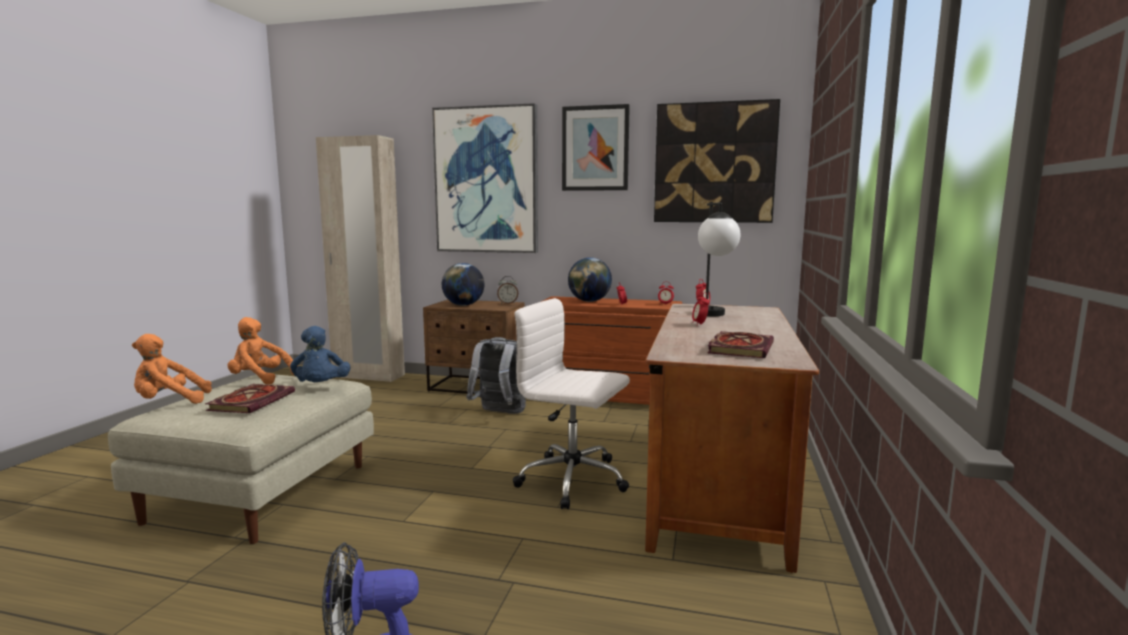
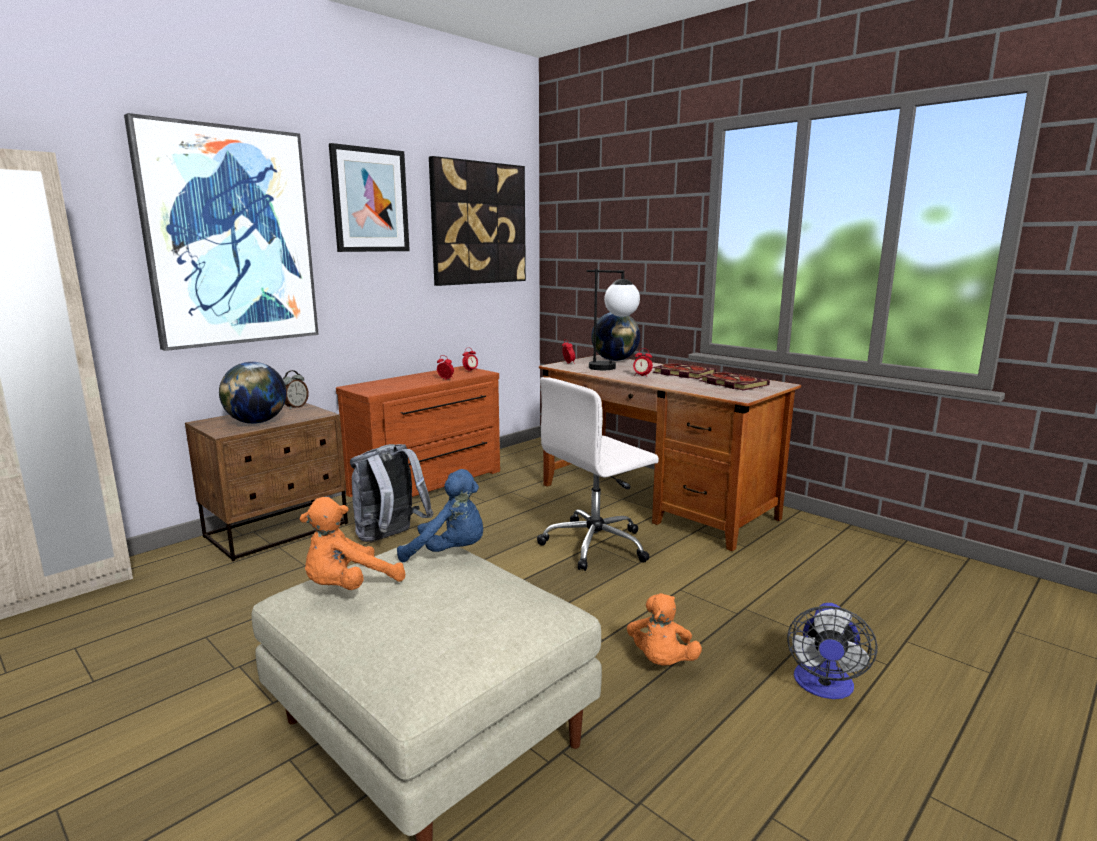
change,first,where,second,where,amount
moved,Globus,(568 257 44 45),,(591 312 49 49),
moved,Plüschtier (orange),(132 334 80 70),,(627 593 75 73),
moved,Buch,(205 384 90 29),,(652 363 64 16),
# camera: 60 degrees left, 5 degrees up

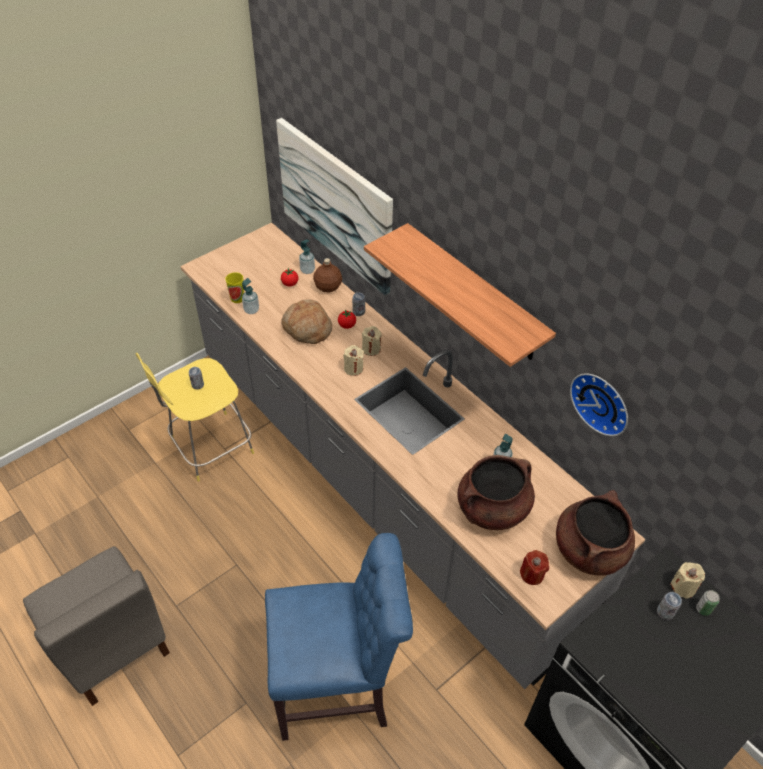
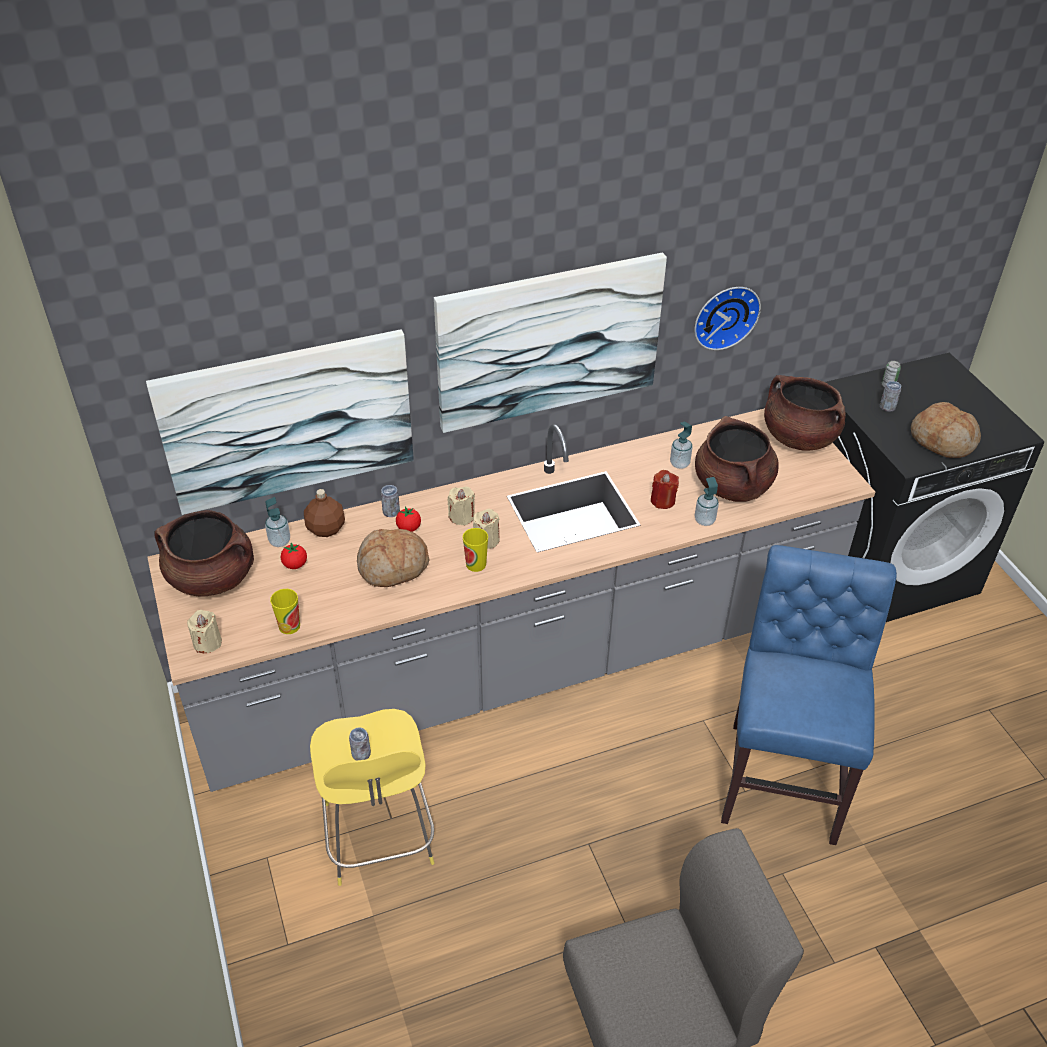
change,first,where,second,where,amount
replaced,Wandregal,(364 223 192 144),Bild,(434 252 233 181),
moved,Seifenspender,(242 278 17 36),,(695 477 24 49),
moved,Kerze (rot),(520 550 29 35),,(651 470 28 39),
moved,Kerze (beige),(670 562 35 37),,(187 610 35 43),
added,,,Brot,(911 402 70 56),
added,,,Kochtopf (braun),(154 510 100 87),
added,,,Tasse,(463 528 25 44),
# camera: 70 degrees left, 5 degrees down

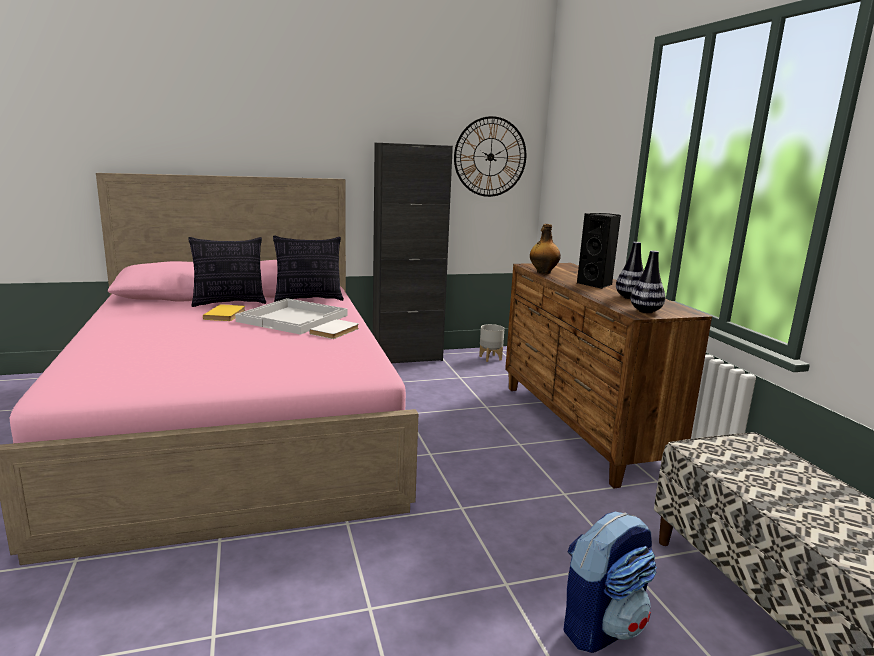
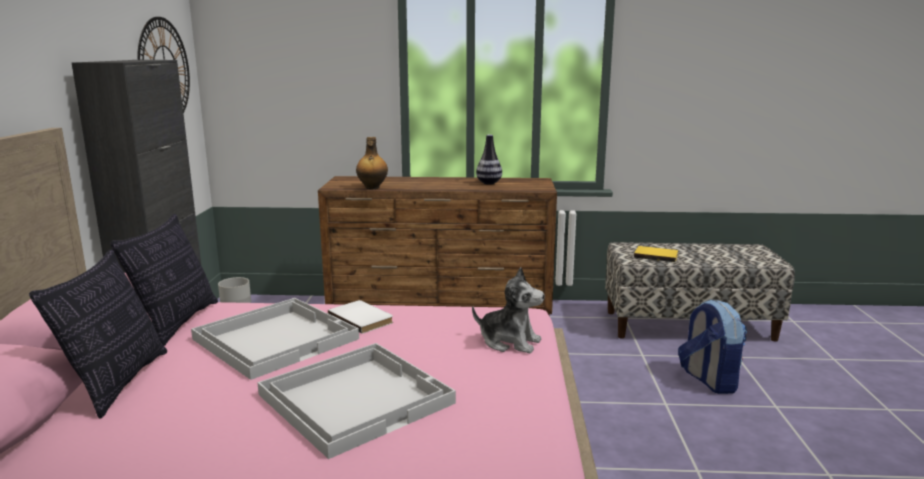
change,first,where,second,where,amount
removed,Lautsprecher (schwarz),(577 213 44 76),,,
removed,Vase,(631 250 34 63),,,
moved,Buch (gelb),(203 304 42 17),,(634 246 44 16),
added,,,Plüschtier,(472 267 73 86),
added,,,Tablett (weiß),(257 343 199 116),
# camera: 70 degrees left, 0 degrees up

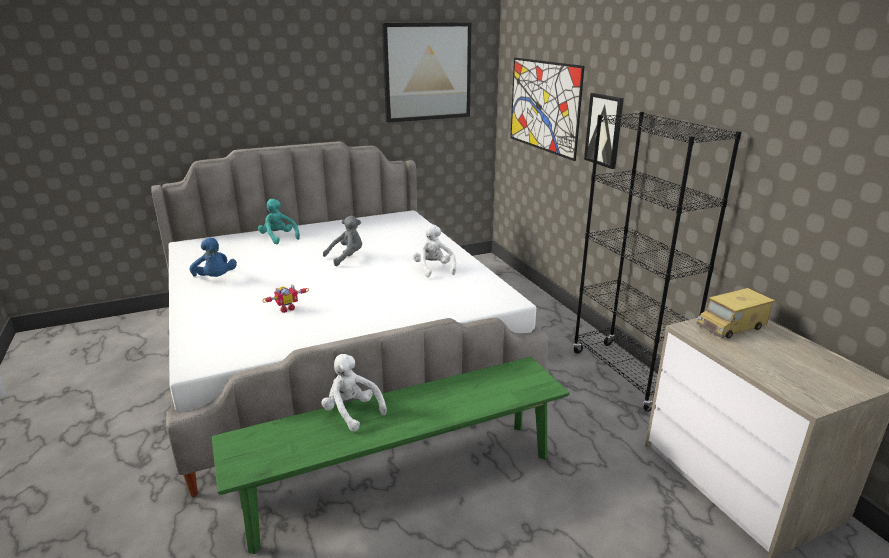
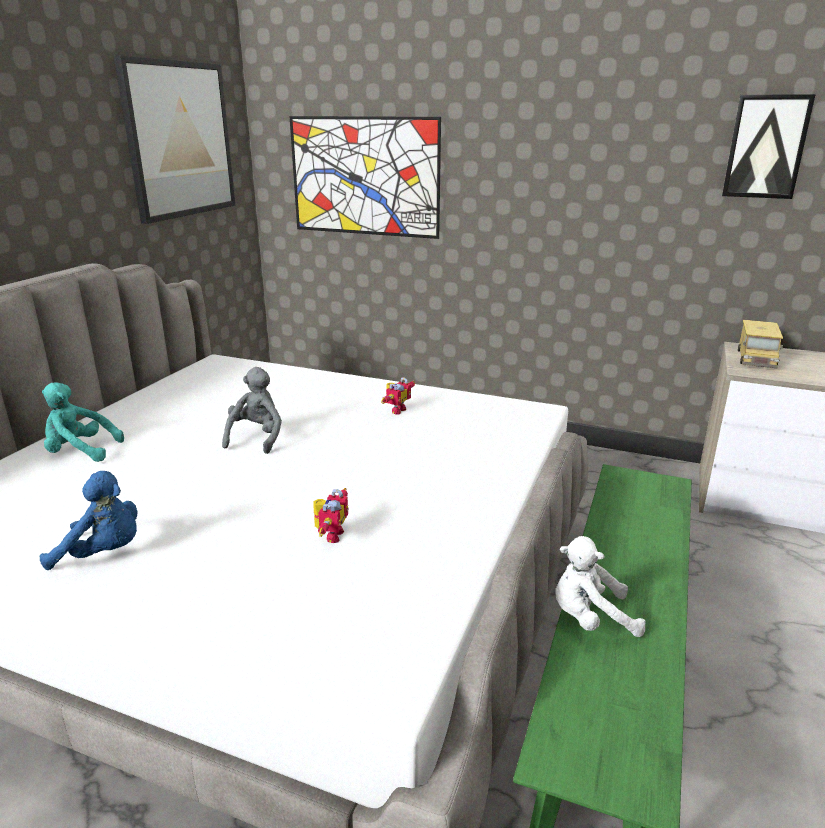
change,first,where,second,where,amount
moved,Bild,(584 93 40 76),,(722 94 94 105),
removed,Bücherregal (schwarz),(573 112 169 300),,,
replaced,Plüschtier (weiß),(413 224 43 53),Spielzeugroboter,(381 377 34 37),
# camera: 45 degrees left, 0 degrees up

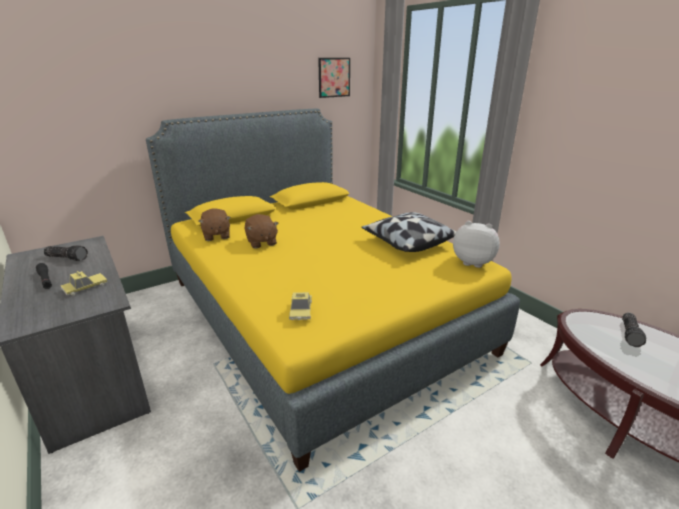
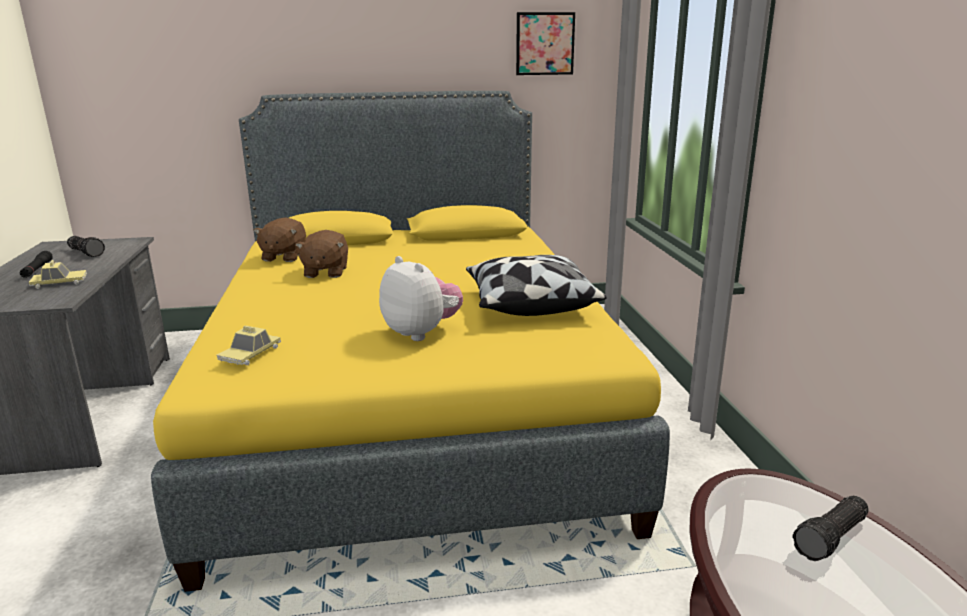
change,first,where,second,where,amount
moved,Plüschtier,(453 221 47 47),,(379 256 84 85),
# camera: 25 degrees right, 5 degrees down

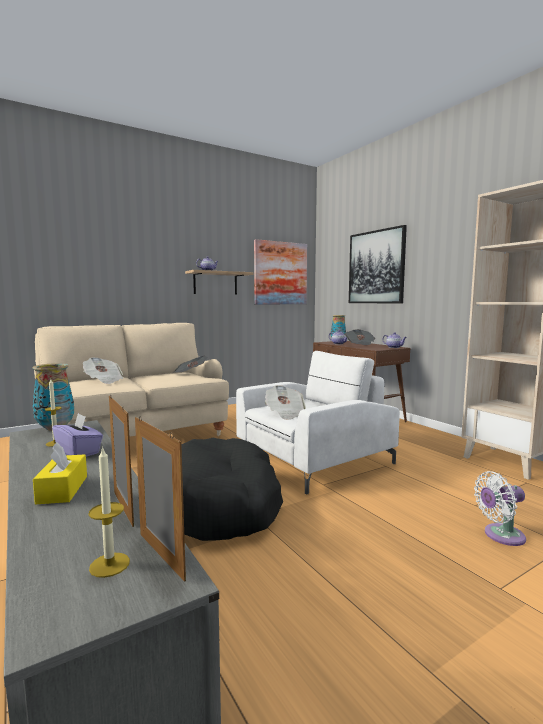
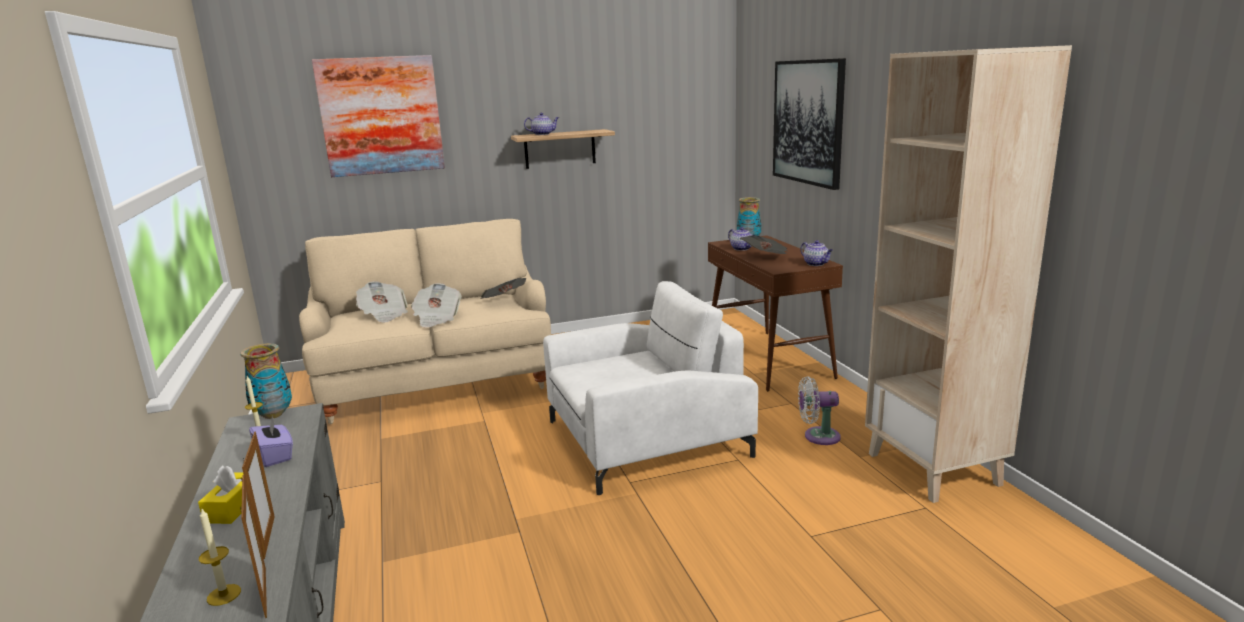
change,first,where,second,where,amount
moved,Bild,(254 239 53 65),,(312 55 133 122),
moved,Zeitung,(265 385 41 35),,(411 283 51 45),
removed,Hundebett (schwarz),(181 438 102 103),,,
moved,Ventilator (weiß),(474 471 52 75),,(798 376 43 69),
# camera: 15 degrees right, 10 degrees up

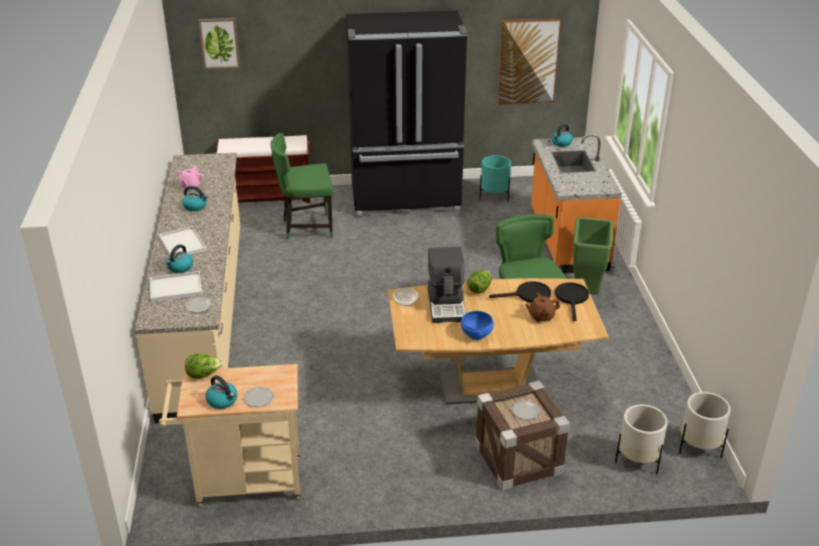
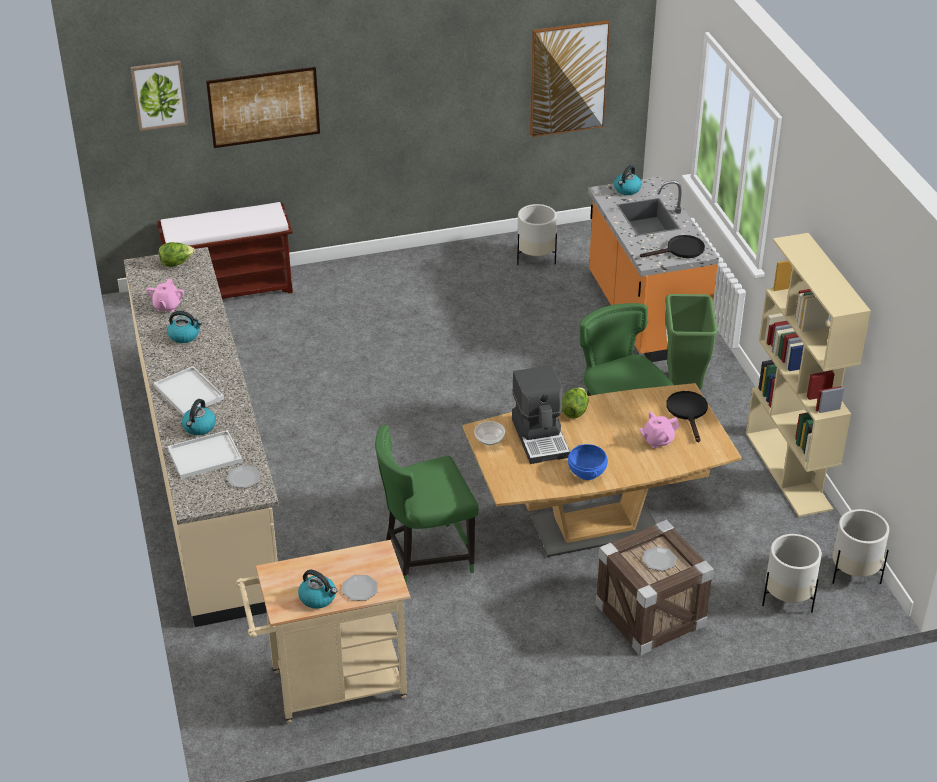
change,first,where,second,where,amount
removed,Kühlschrank (schwarz),(346 10 121 207),,,
moved,Stuhl (grün),(270 133 63 107),,(375 425 104 159),
recoloured,Pflanzkübel (türkis),(480 155 31 47),Pflanzkübel (weiß),(517 204 40 61),
moved,Pfanne (schwarz),(489 282 62 21),,(640 235 65 23),
recoloured,Teekanne (braun),(525 293 35 29),Teekanne (rosa),(639 412 40 36),
moved,Salatkopf,(185 353 38 26),,(159 242 36 25),
added,,,Bild,(206 67 114 81),
added,,,Bücherregal (beige),(746 233 125 284),
# camera: 10 degrees left, 5 degrees up

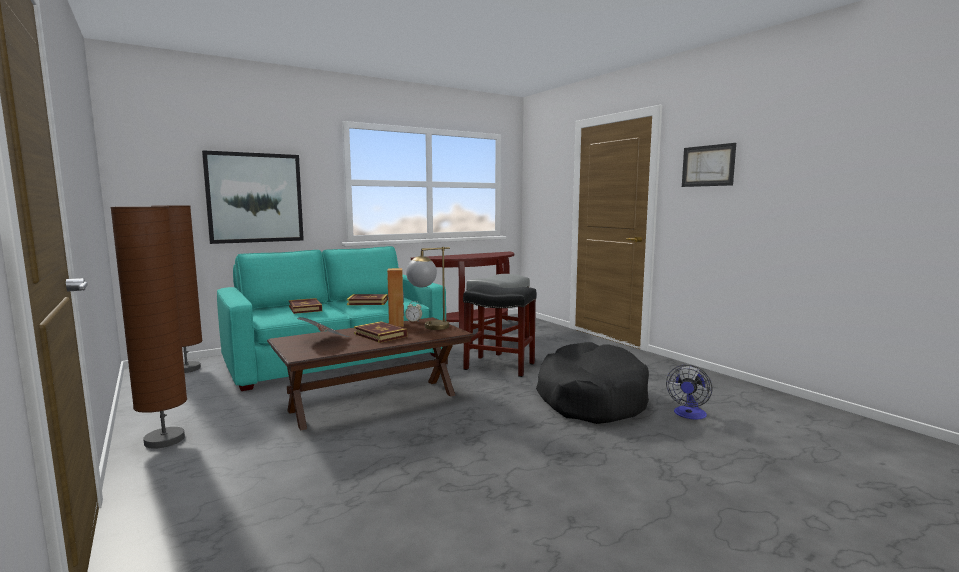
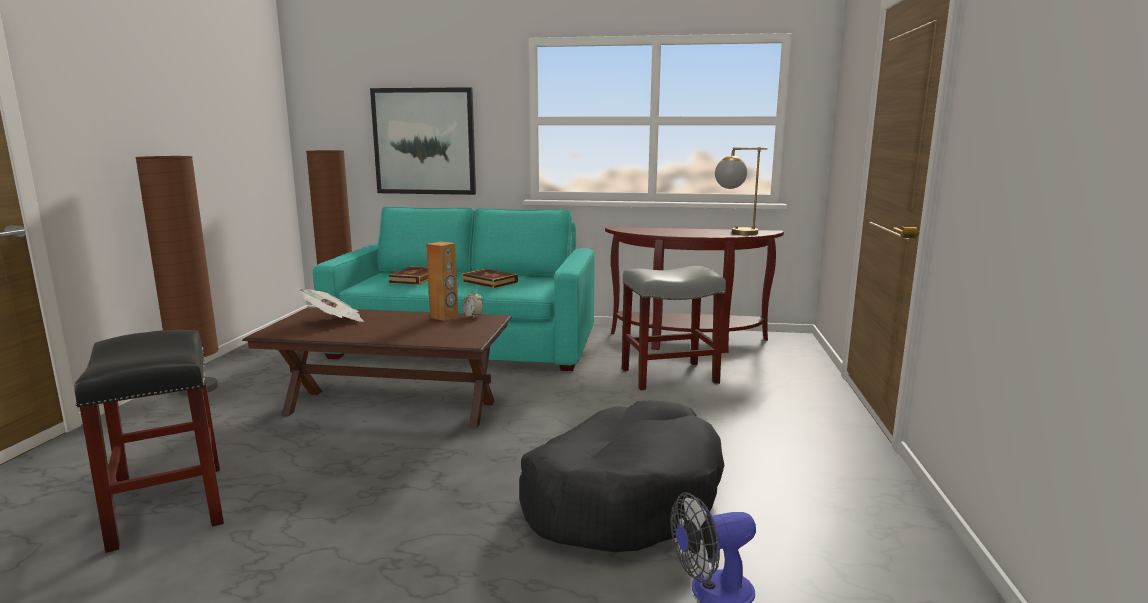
change,first,where,second,where,amount
removed,Bild,(682 143 54 44),,,
moved,Tischlampe,(406 247 44 83),,(715 147 53 88),
moved,Hocker (schwarz),(463 285 74 92),,(75 330 149 223),
removed,Buch,(354 321 53 22),,,
# camera: 40 degrees right, 5 degrees up

